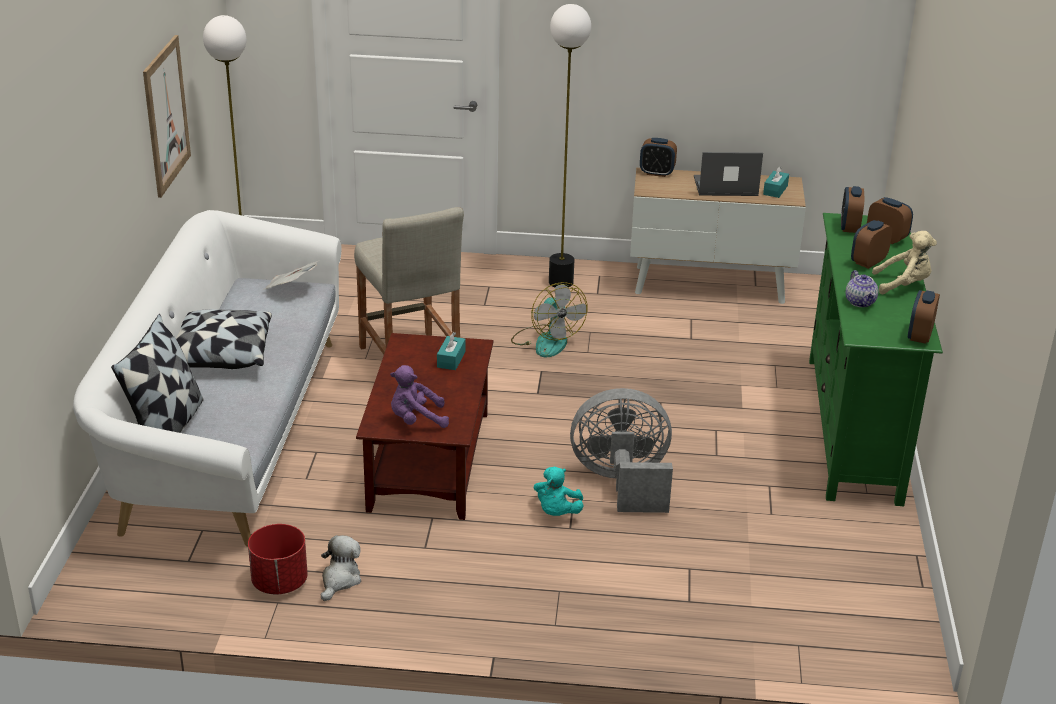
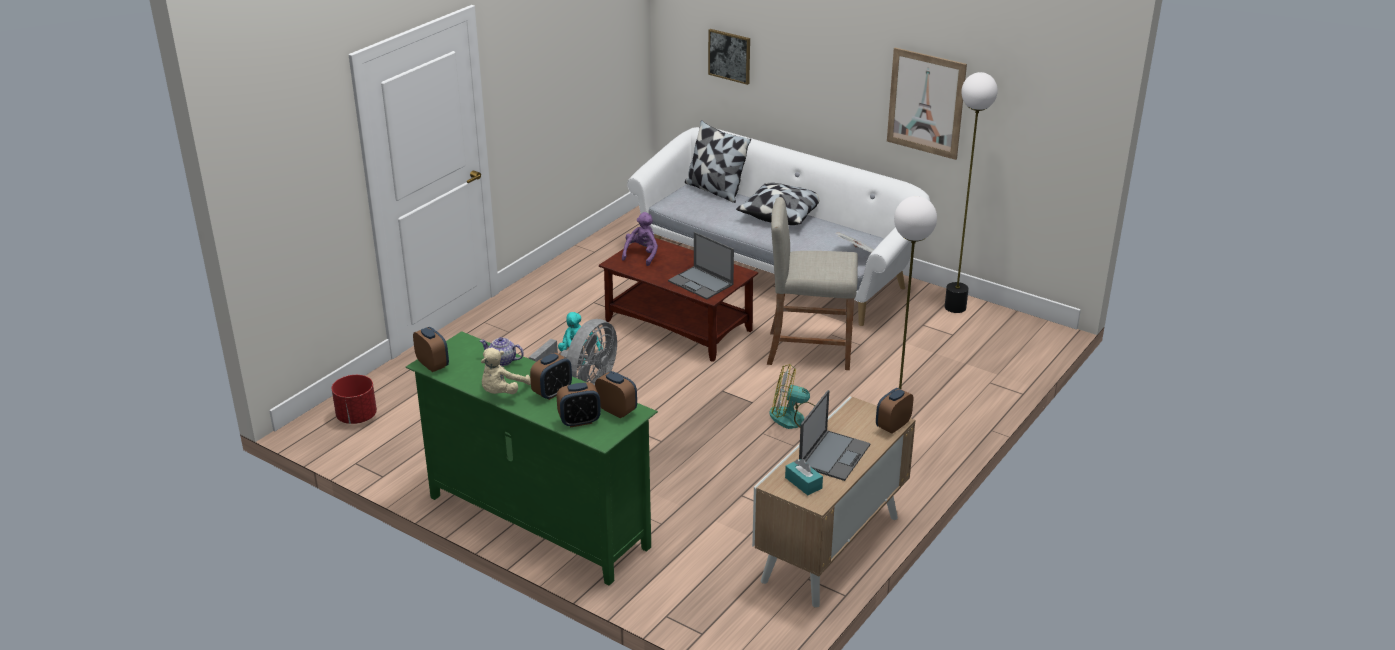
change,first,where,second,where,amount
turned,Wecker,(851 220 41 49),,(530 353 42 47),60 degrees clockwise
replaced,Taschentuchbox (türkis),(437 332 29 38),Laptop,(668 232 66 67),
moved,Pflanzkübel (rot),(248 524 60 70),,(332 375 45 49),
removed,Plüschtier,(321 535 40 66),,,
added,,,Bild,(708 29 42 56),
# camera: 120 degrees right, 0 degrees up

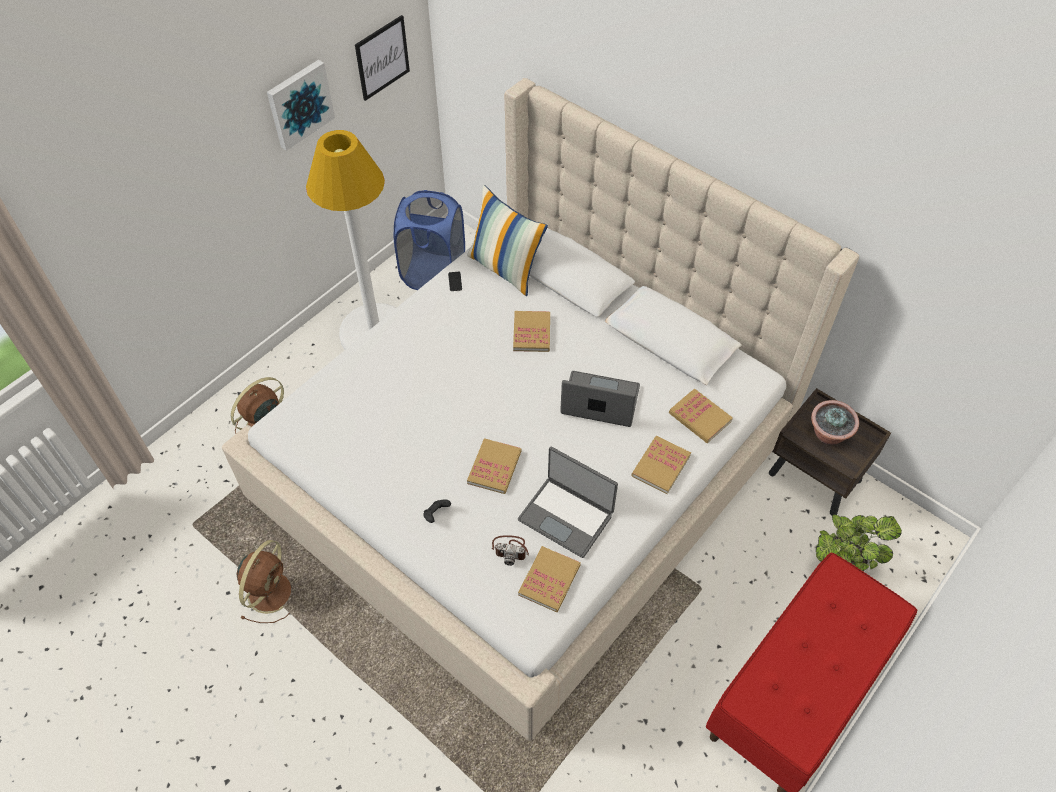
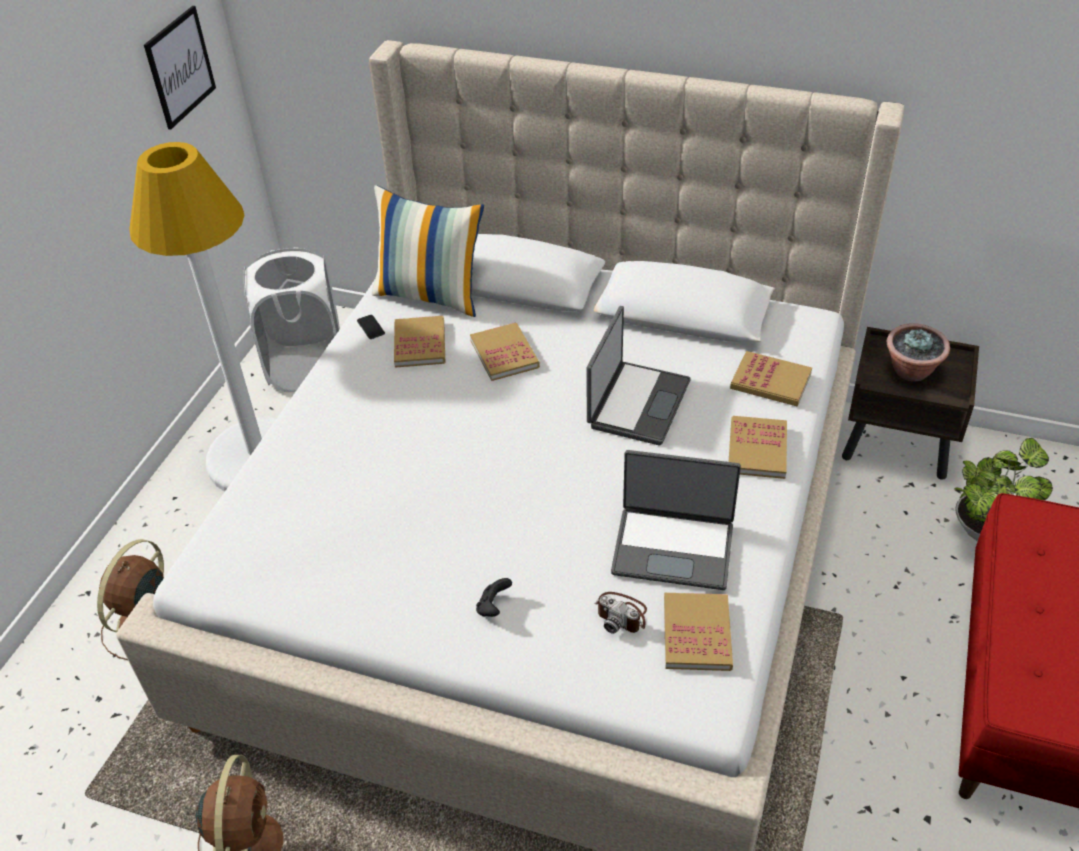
change,first,where,second,where,amount
removed,Bild,(267 60 68 91),,,
recoloured,Wäschekorb (blau),(394 190 71 100),Wäschekorb (weiß),(244 247 96 145),
turned,Laptop,(560 371 80 56),,(586 306 105 139),120 degrees clockwise
moved,Buch,(467 438 54 56),,(394 316 51 52),
turned,Kamera,(492 535 37 31),,(595 592 52 42),45 degrees clockwise
# camera: 20 degrees left, 10 degrees down

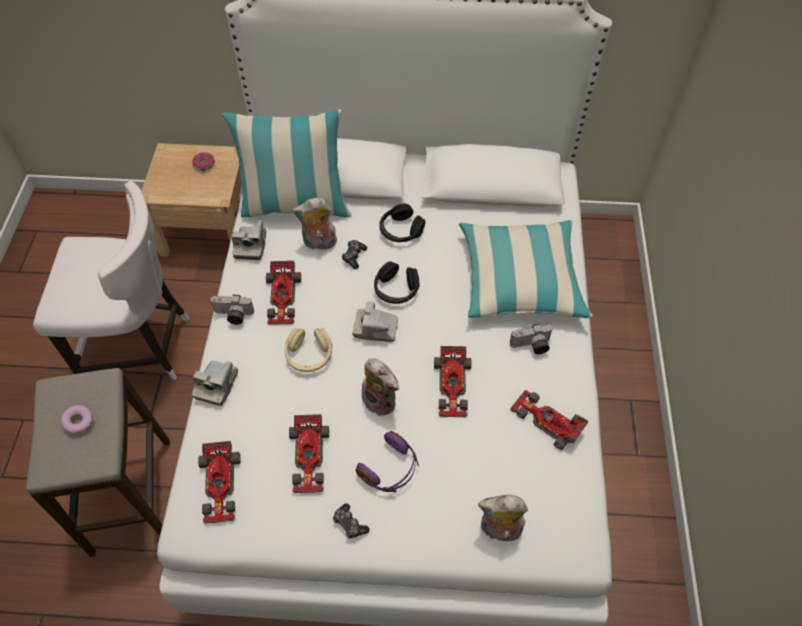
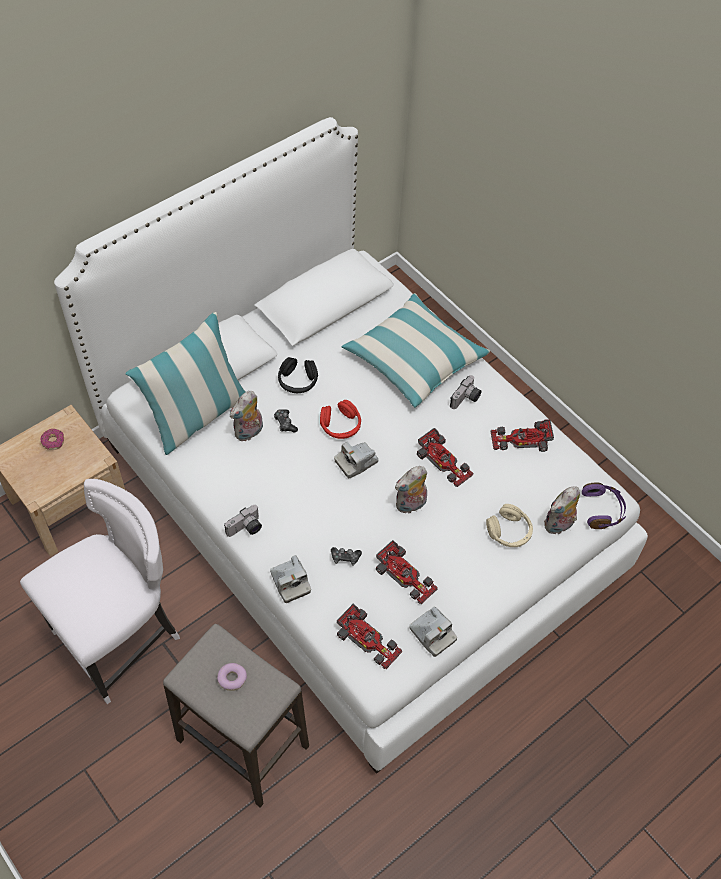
change,first,where,second,where,amount
moved,Kamera,(232 220 34 40),,(409 606 48 51),
removed,Spielzeugauto,(266 261 35 64),,,
recoloured,Kopfhörer (schwarz),(374 261 45 43),Kopfhörer (rot),(320 400 41 39),
moved,Kopfhörer (beige),(285 328 47 44),,(486 504 47 43),
turned,Plüschtier,(362 358 37 59),,(395 466 32 48),150 degrees clockwise
moved,Kopfhörer (lila),(355 431 64 61),,(582 483 44 46),
moved,Gamepad,(333 503 36 35),,(331 547 31 18),
# camera: 45 degrees left, 0 degrees up

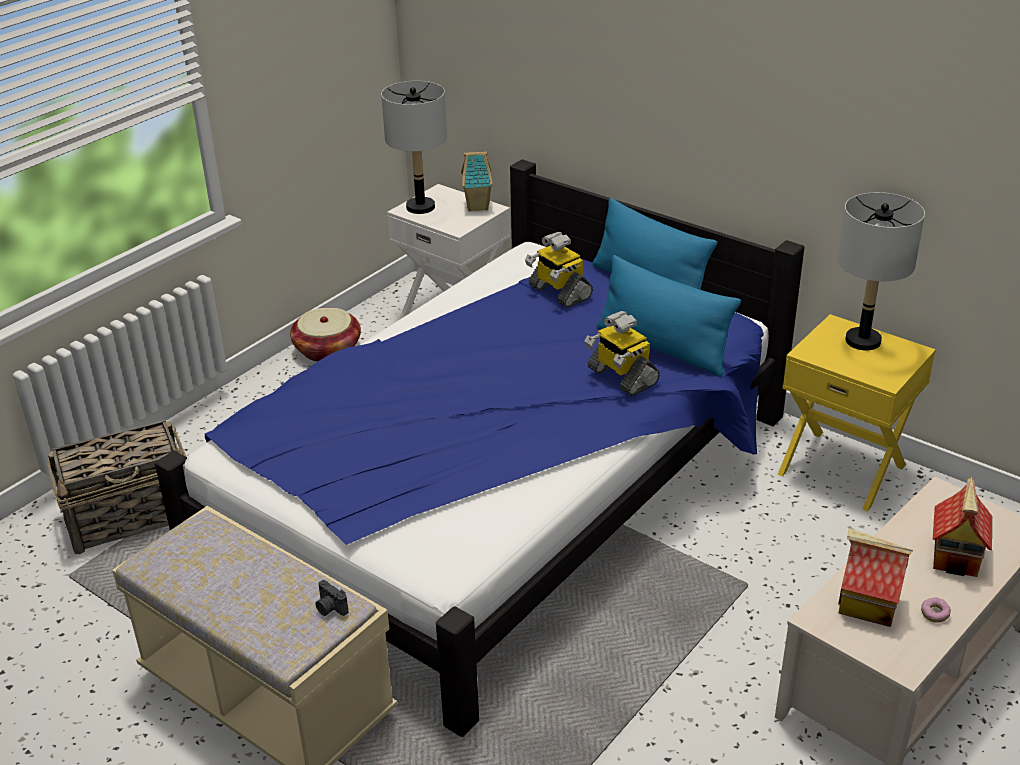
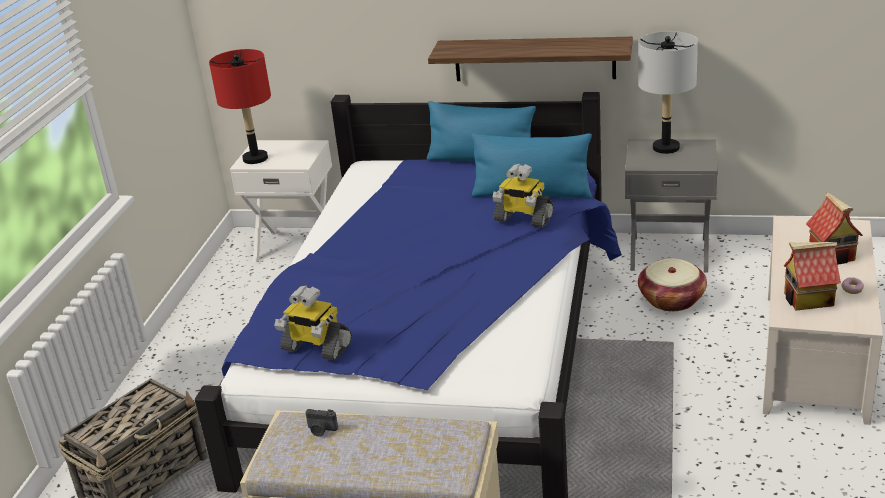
change,first,where,second,where,amount
recoloured,Tischlampe (grau),(381 81 66 133),Tischlampe (rot),(209 49 62 115),
removed,Spielzeughaus,(461 152 32 60),,,
moved,Spielzeugroboter,(525 232 68 76),,(274 285 78 76),
moved,Korb,(290 308 71 54),,(638 258 69 53),
recoloured,Nachttisch (gelb),(778 314 158 198),Nachttisch (grau),(625 139 93 133),
moved,Kamera,(316 580 32 36),,(305 409 33 28),
added,,,Wandregal,(428 37 205 44),
# camera: 25 degrees left, 5 degrees down

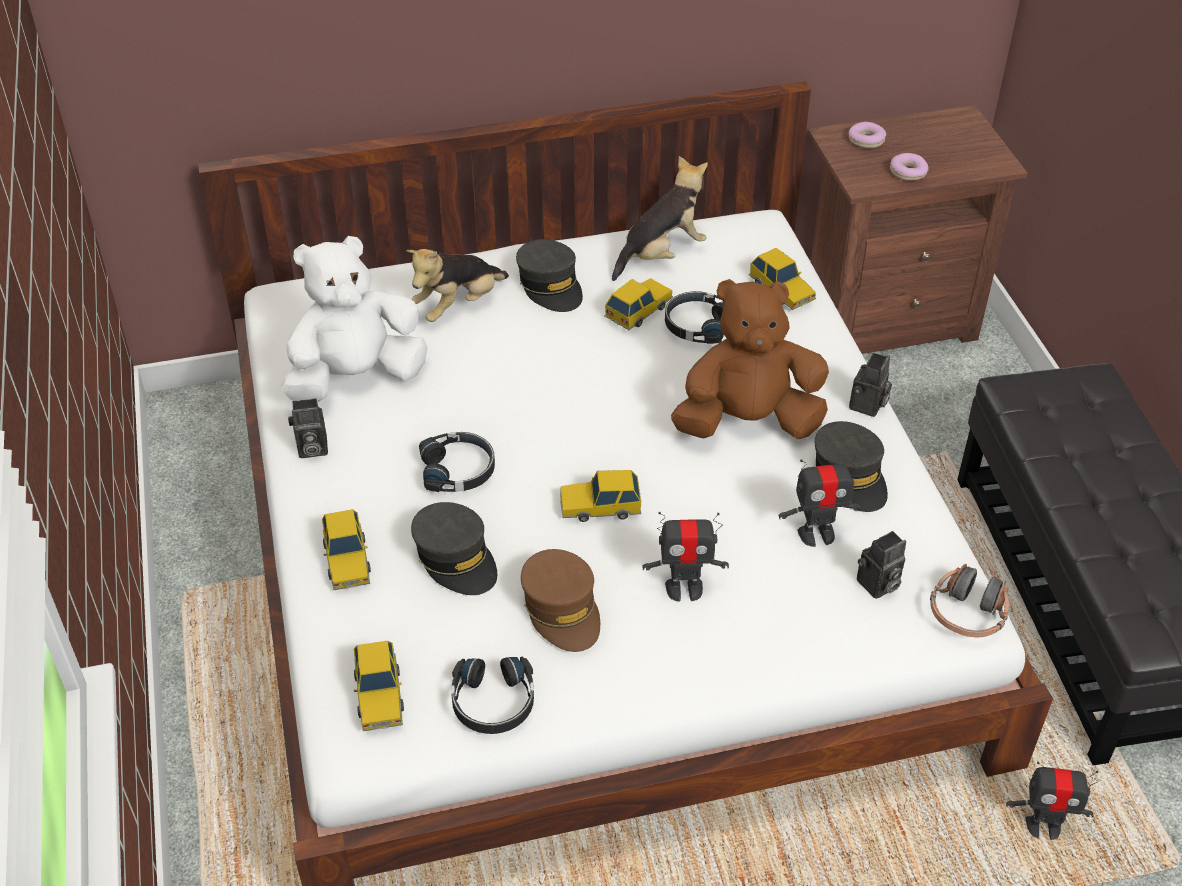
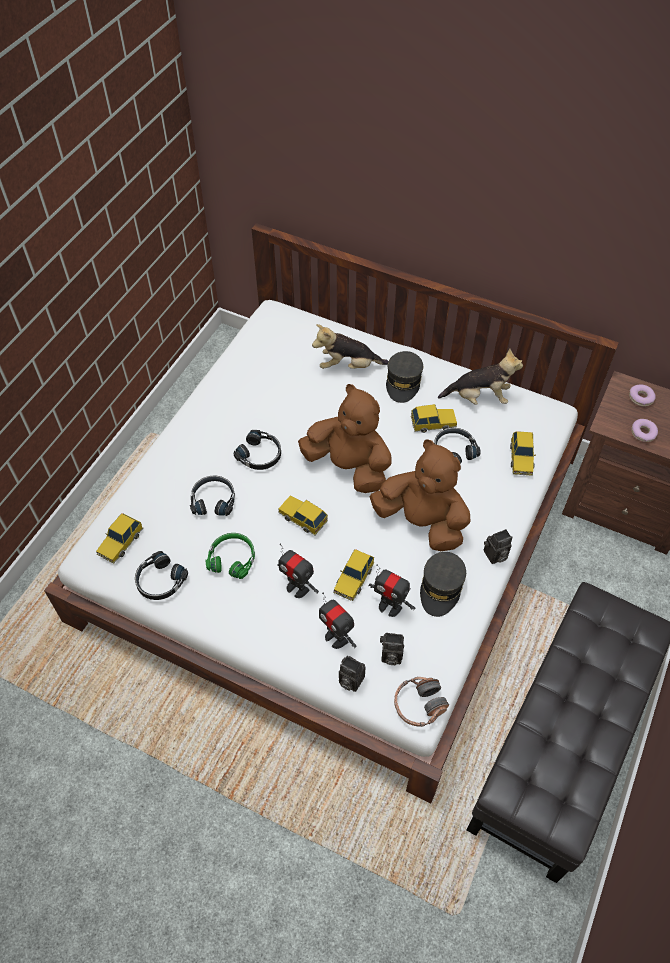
change,first,where,second,where,amount
removed,Plüschtier (weiß),(281 236 147 166),,,
moved,Kamera,(288 398 40 60),,(339 656 26 36),
replaced,Kappe (grau),(411 502 86 93),Kopfhörer (schwarz),(190 476 45 40),
moved,Spielzeugauto,(322 509 49 81),,(333 549 41 52),
replaced,Kappe (braun),(521 549 79 103),Kopfhörer (grün),(206 533 49 46),
moved,Spielzeugroboter,(1006 761 93 79),,(319 593 38 56),
added,,,Plüschtier (braun),(298 384 94 109),
# camera: 40 degrees right, 10 degrees up

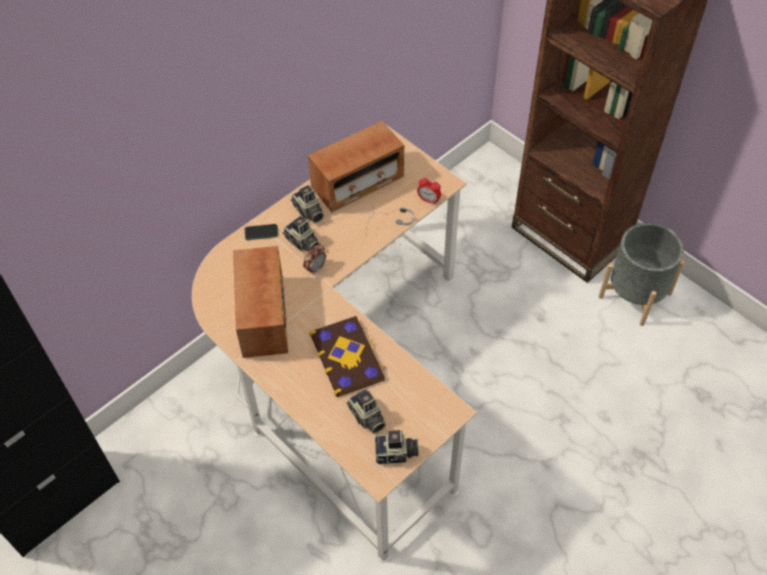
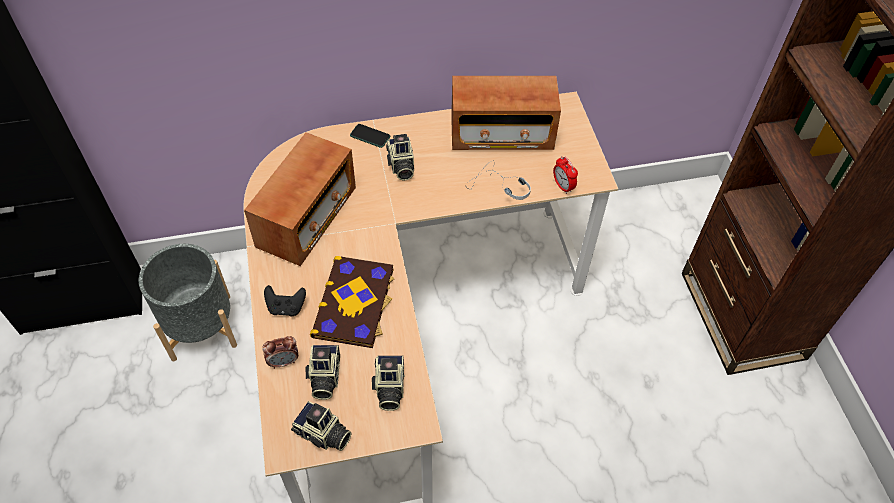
change,first,where,second,where,amount
moved,Kamera,(291 185 33 38),,(372 355 33 56),
moved,Pflanzkübel (grau),(599 223 86 103),,(139 244 98 117),
moved,Wecker,(303 244 23 31),,(262 336 36 33),
added,,,Gamepad (schwarz),(264 285 42 31),
# camera: 30 degrees right, 0 degrees up

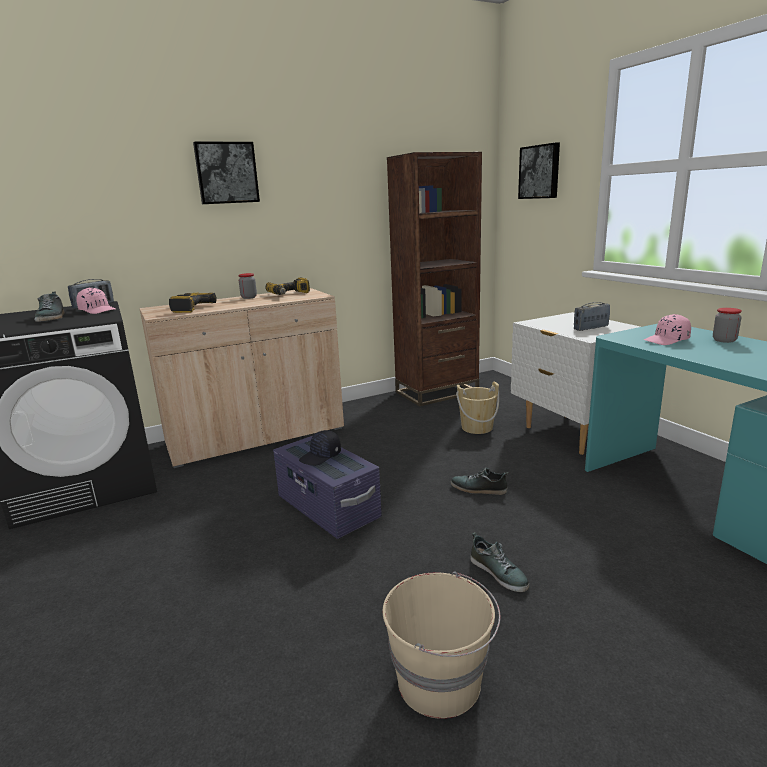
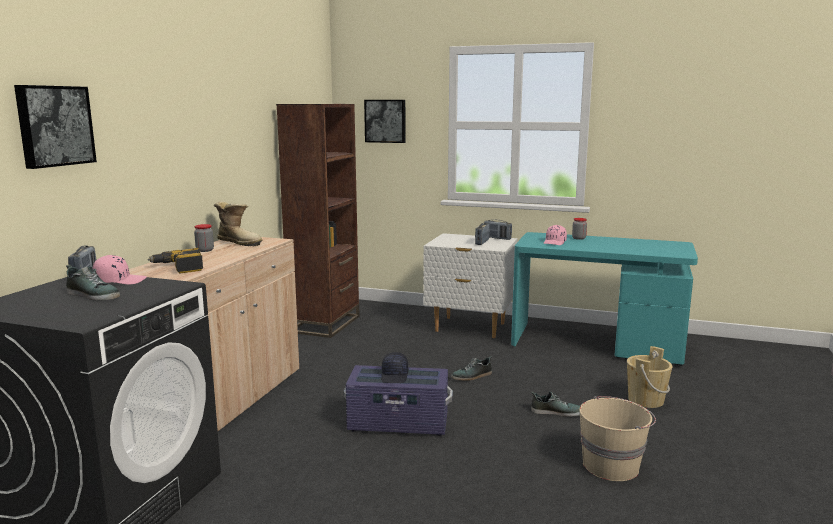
change,first,where,second,where,amount
moved,Bild,(193 142 67 62),,(14 85 83 84),
replaced,Bohrmaschine,(265 277 45 18),Stiefel,(214 201 48 45),
moved,Eimer (beige),(456 381 43 53),,(627 346 45 62),
added,,,Radio,(484 220 28 20),
# camera: 45 degrees left, 5 degrees down

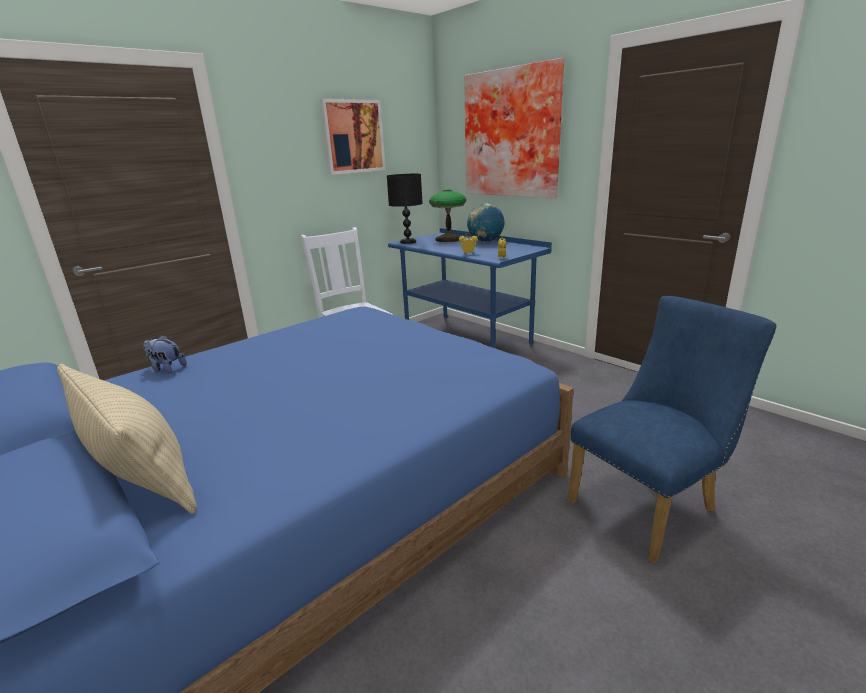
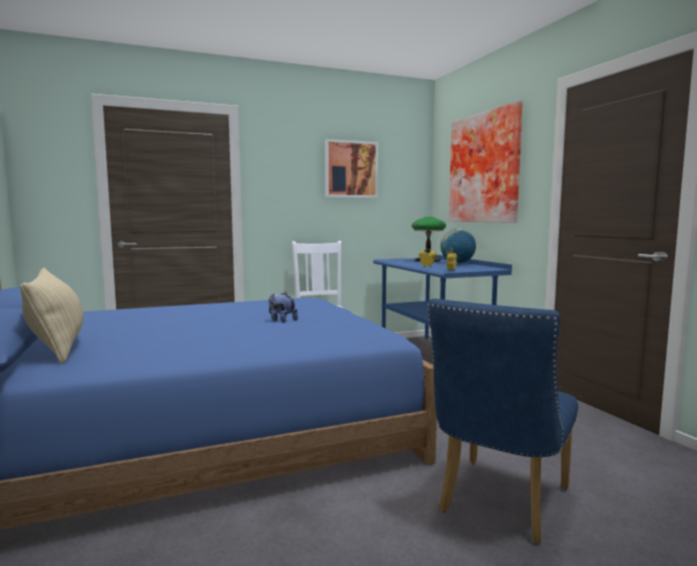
change,first,where,second,where,amount
removed,Tischlampe (schwarz),(387 174 36 70),,,
turned,Stuhl (blau),(568 296 208 267),,(428 299 150 245),135 degrees clockwise
moved,Plüschtier,(144 335 43 38),,(269 292 29 31),
# camera: 20 degrees right, 15 degrees down

